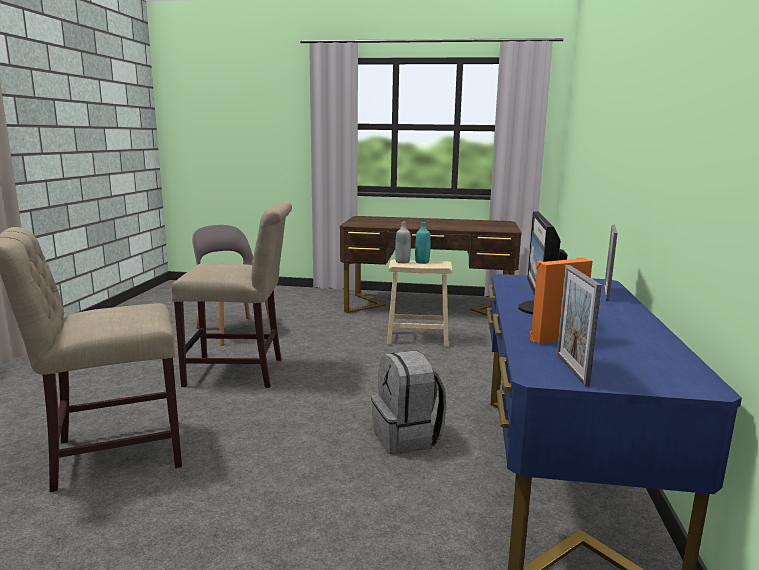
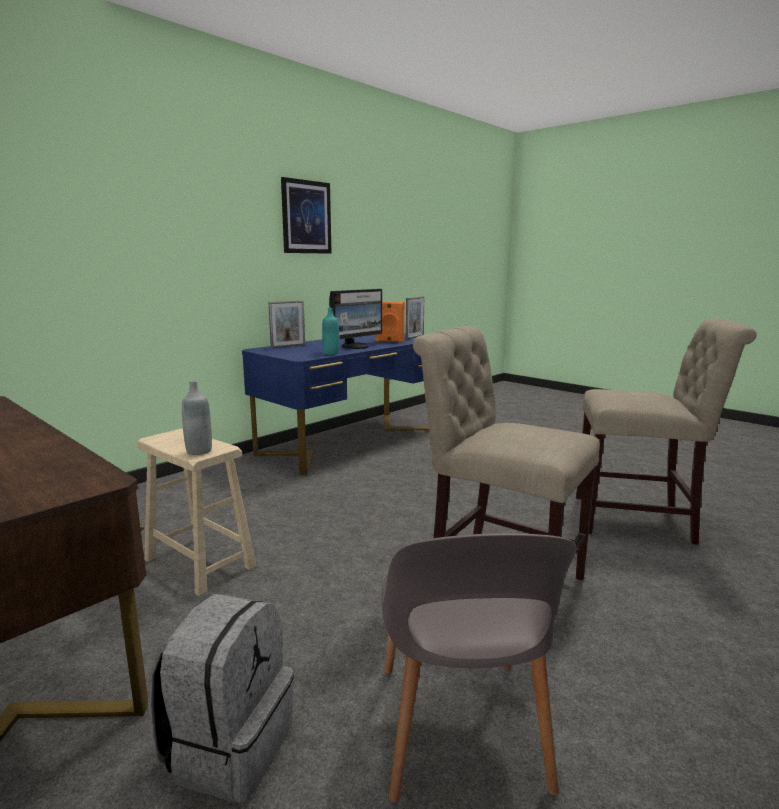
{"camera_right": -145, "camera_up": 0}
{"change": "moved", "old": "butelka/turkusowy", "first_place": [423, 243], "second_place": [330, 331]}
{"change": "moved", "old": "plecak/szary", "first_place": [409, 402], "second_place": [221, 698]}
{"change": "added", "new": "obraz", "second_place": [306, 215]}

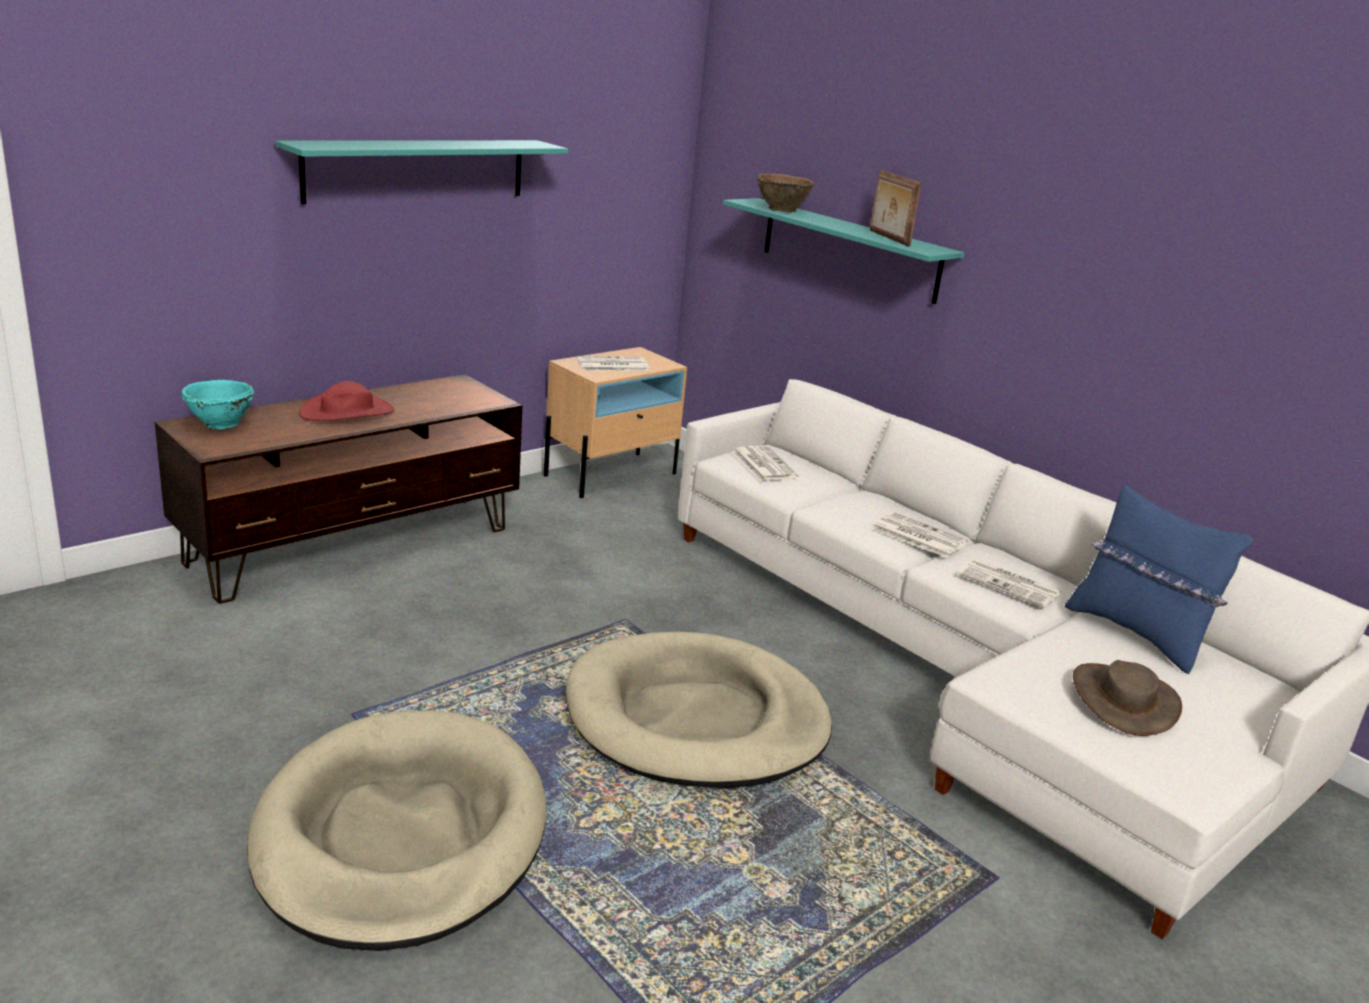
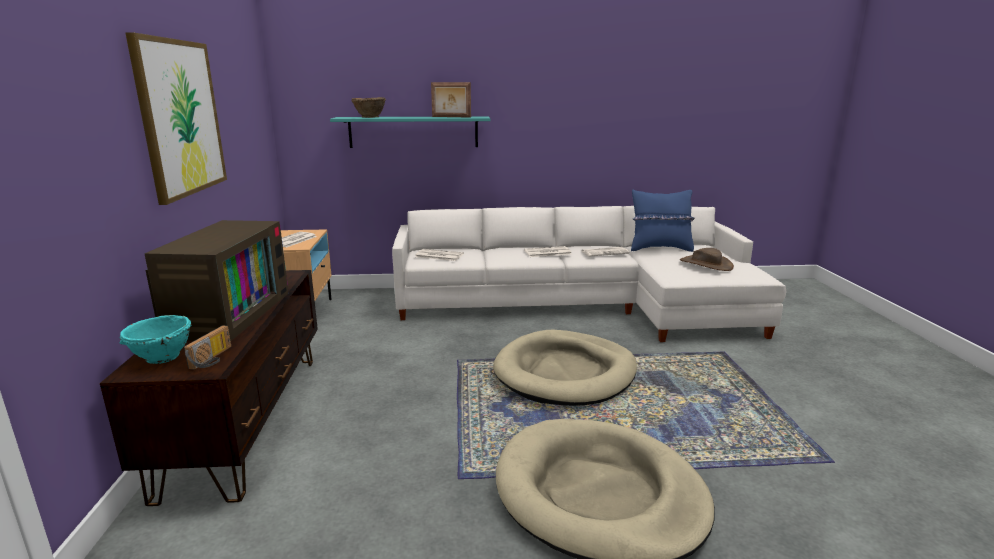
{"camera_right": -50, "camera_up": -5}
{"change": "replaced", "old": "półka/turkusowy", "new": "obraz", "first_place": [421, 172], "second_place": [176, 118]}
{"change": "replaced", "old": "kapelusz/czerwony", "new": "telewizor", "first_place": [347, 401], "second_place": [216, 280]}
{"change": "added", "new": "radio", "second_place": [207, 347]}

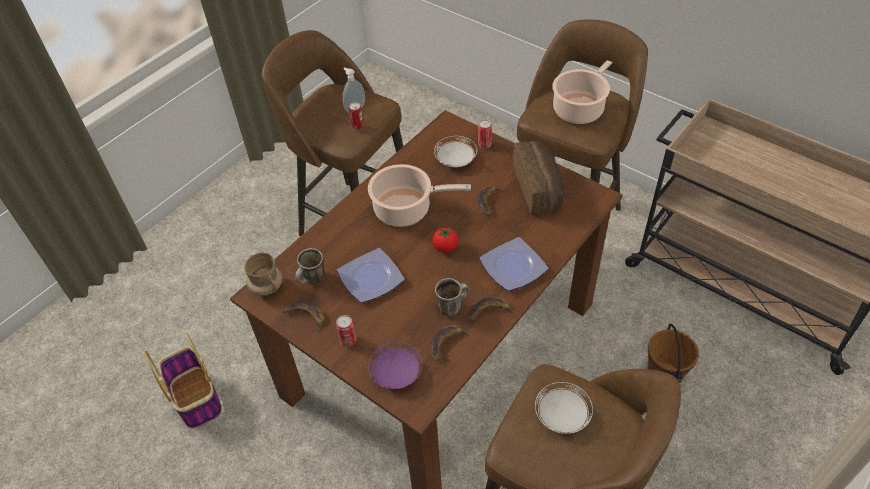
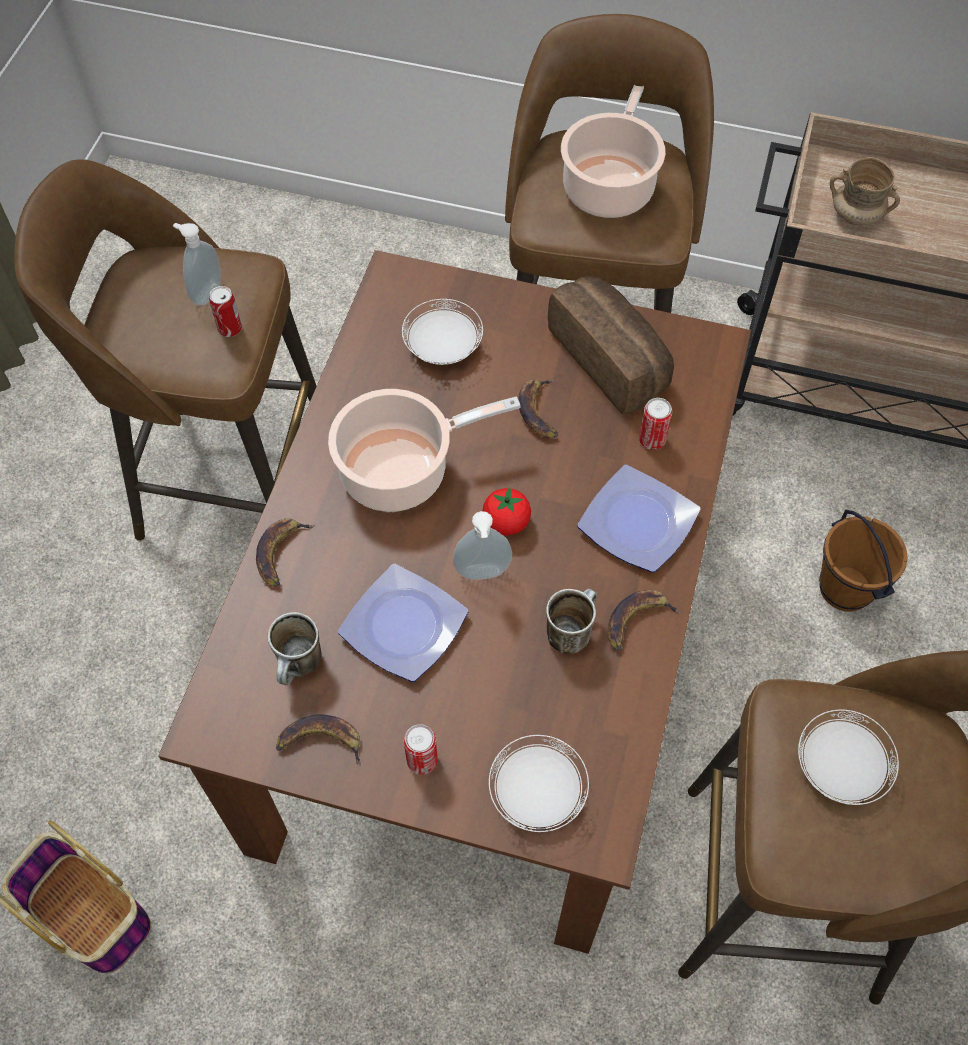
{"camera_right": -25, "camera_up": 10}
{"change": "moved", "old": "puszka", "first_place": [485, 134], "second_place": [655, 424]}
{"change": "moved", "old": "kubek/beżowy", "first_place": [263, 273], "second_place": [865, 191]}
{"change": "moved", "old": "banan", "first_place": [450, 343], "second_place": [285, 552]}
{"change": "recoloured", "old": "talerz/fioletowy", "new": "talerz/biały", "first_place": [395, 365], "second_place": [539, 783]}
{"change": "added", "new": "dozownik mydła", "second_place": [482, 545]}

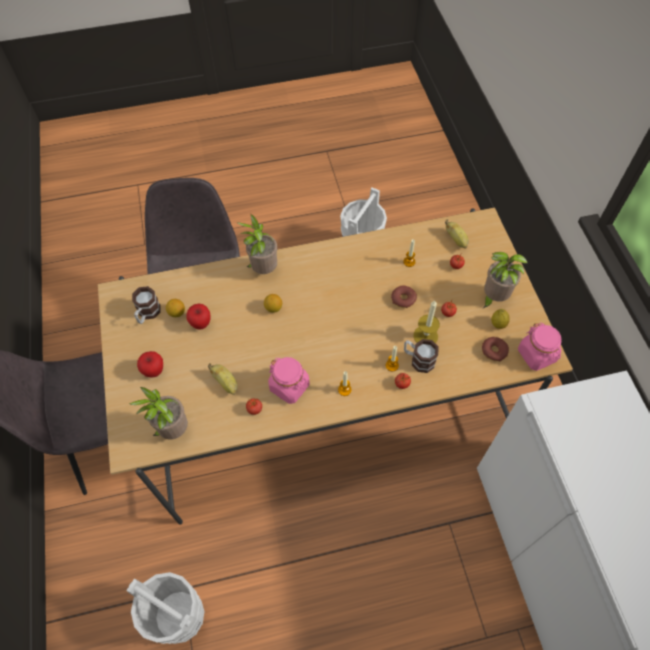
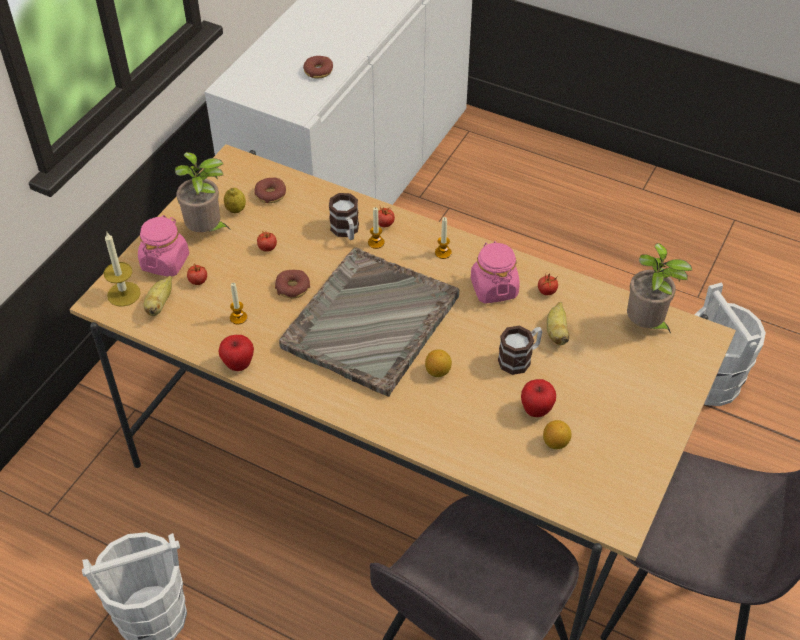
{"camera_right": -140, "camera_up": -10}
{"change": "removed", "old": "roślina doniczkowa", "first_place": [257, 244]}
{"change": "moved", "old": "kubek", "first_place": [146, 305], "second_place": [520, 350]}
{"change": "moved", "old": "świeca", "first_place": [426, 322], "second_place": [122, 269]}
{"change": "moved", "old": "słoik/różowy", "first_place": [539, 346], "second_place": [163, 245]}
{"change": "moved", "old": "jabłko", "first_place": [150, 364], "second_place": [236, 353]}
{"change": "added", "new": "donut", "second_place": [318, 67]}
{"change": "added", "new": "taca/szary", "second_place": [369, 322]}

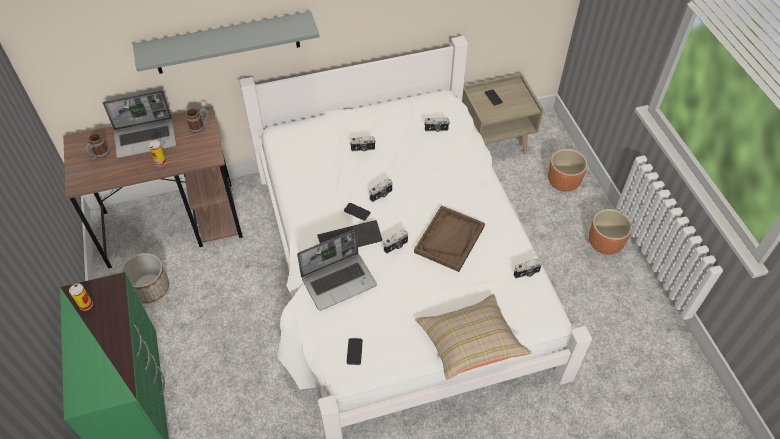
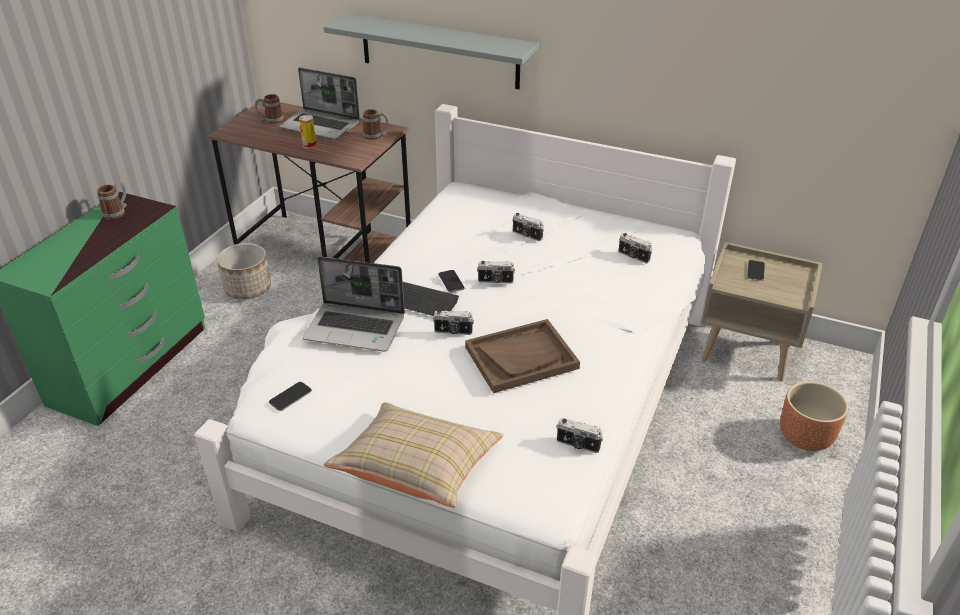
{"camera_right": 40, "camera_up": -15}
{"change": "removed", "old": "donica/brązowy", "first_place": [610, 232]}
{"change": "replaced", "old": "puszka", "new": "kubek", "first_place": [81, 297], "second_place": [112, 200]}

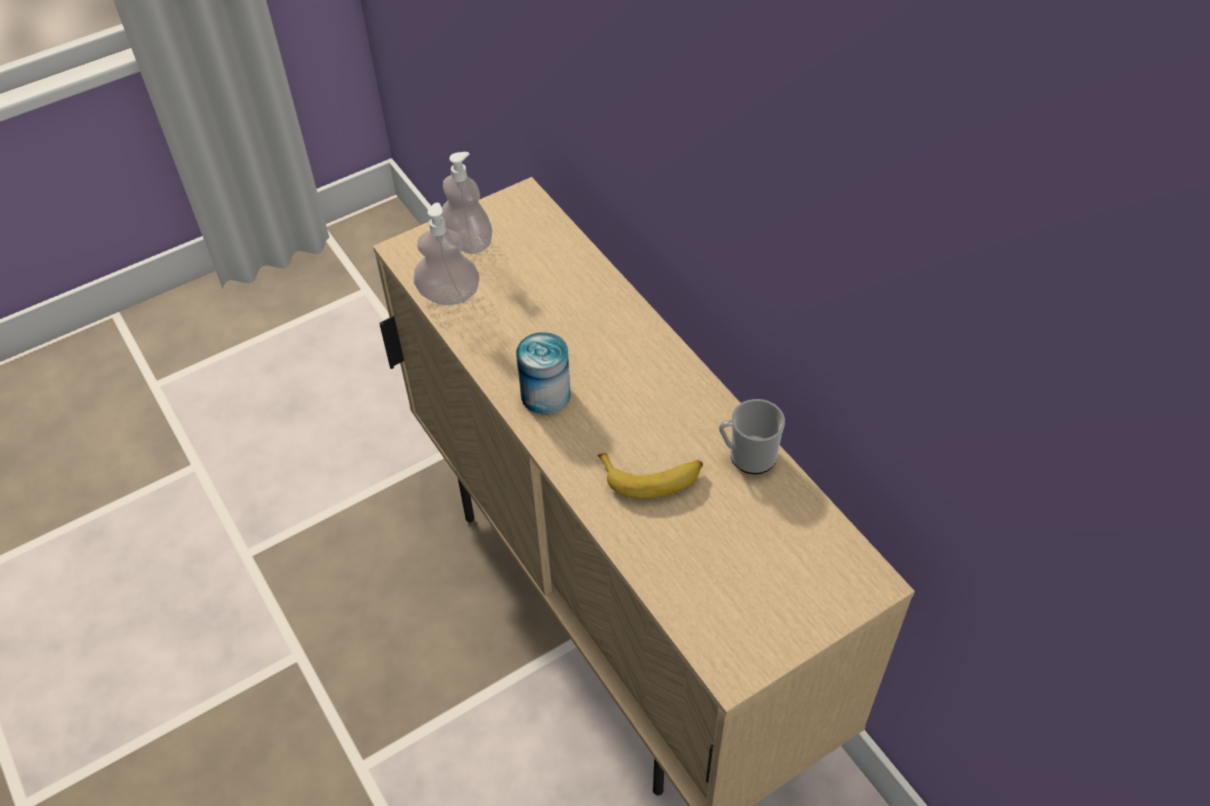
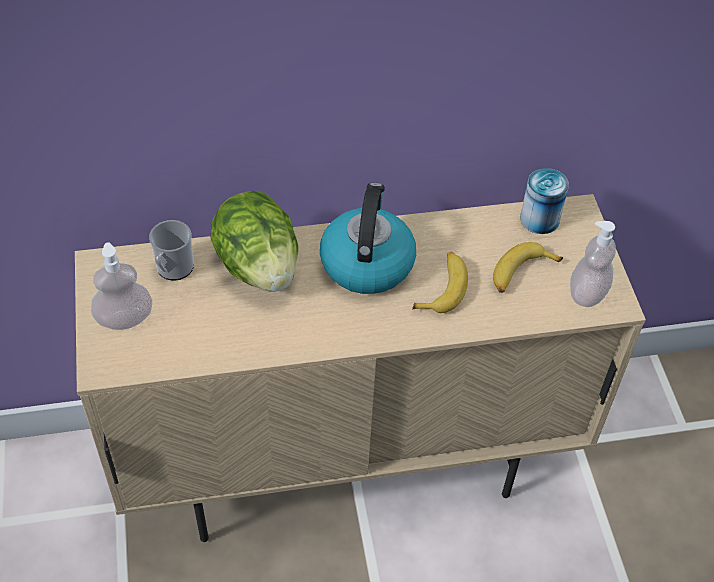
{"camera_right": -70, "camera_up": 0}
{"change": "moved", "old": "dozownik mydła", "first_place": [446, 254], "second_place": [593, 264]}
{"change": "moved", "old": "puszka", "first_place": [543, 373], "second_place": [544, 201]}
{"change": "moved", "old": "kubek", "first_place": [752, 436], "second_place": [171, 250]}
{"change": "added", "new": "czajnik", "second_place": [368, 238]}
{"change": "added", "new": "sałata", "second_place": [254, 241]}
{"change": "added", "new": "banan", "second_place": [528, 267]}

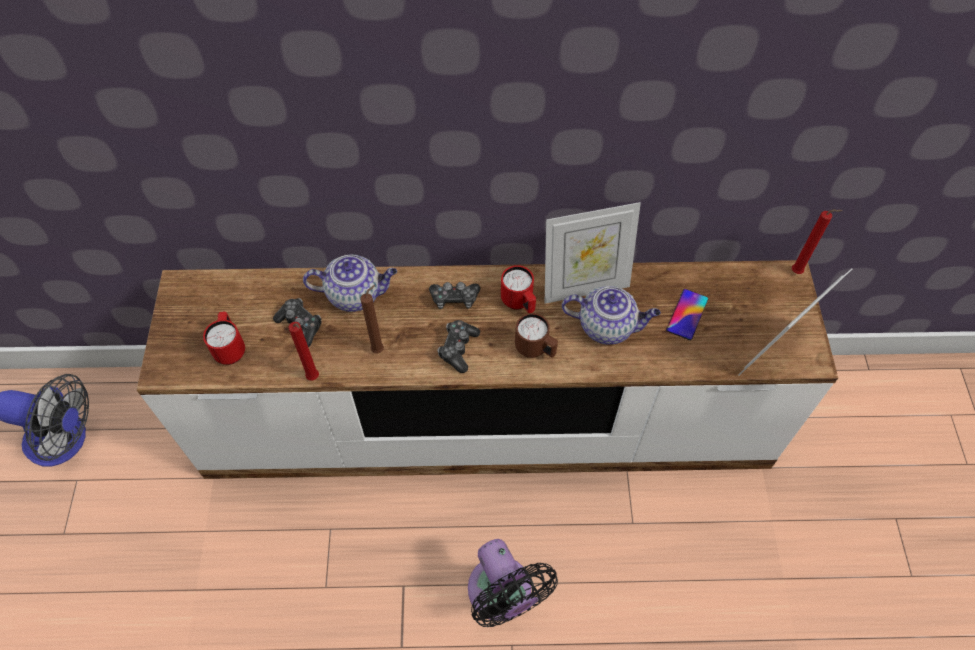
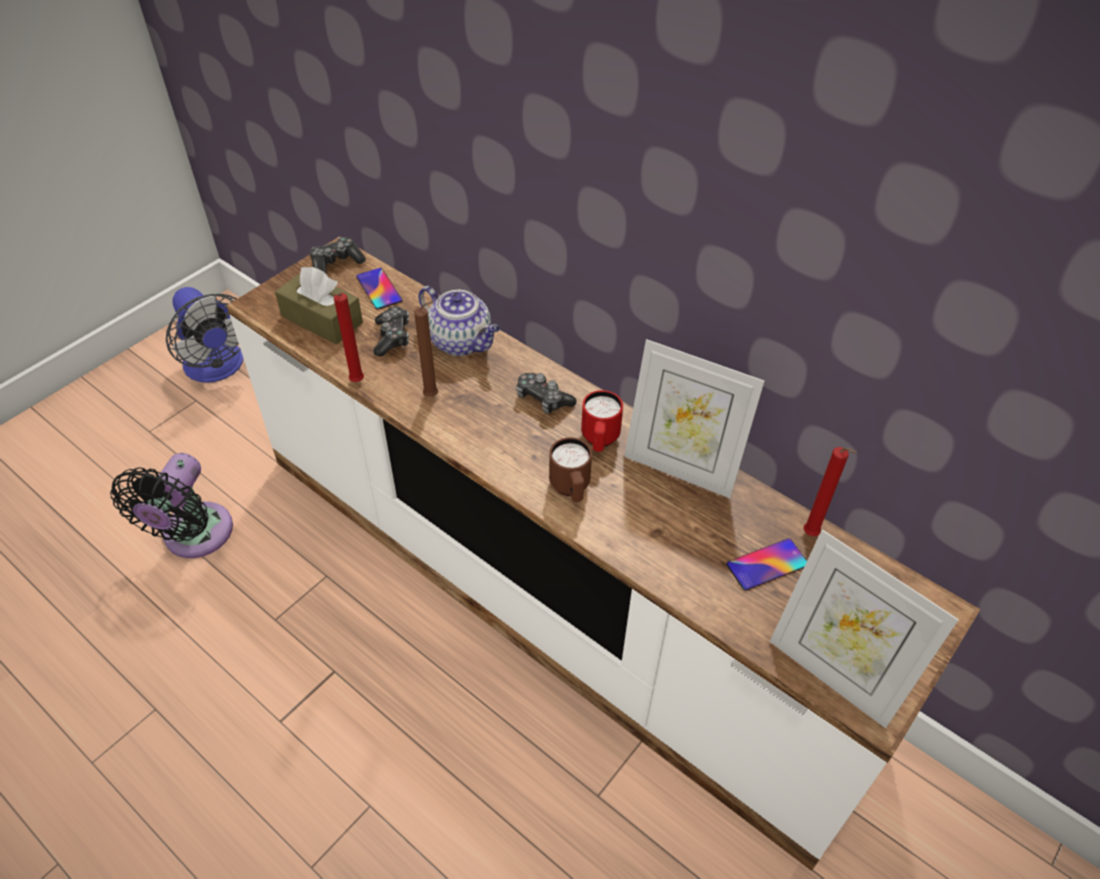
{"camera_right": 40, "camera_up": -10}
{"change": "moved", "old": "świeca/czerwony", "first_place": [817, 241], "second_place": [830, 491]}
{"change": "turned", "old": "ramka na zdjęcie", "first_place": [795, 322], "second_place": [864, 628], "degrees": -135}
{"change": "removed", "old": "imbryk", "first_place": [611, 315]}
{"change": "replaced", "old": "kubek/czerwony", "new": "pudełko chusteczek/brązowy", "first_place": [224, 338], "second_place": [319, 305]}
{"change": "moved", "old": "pad do gier", "first_place": [459, 346], "second_place": [338, 255]}
{"change": "moved", "old": "wentylator/czarny", "first_place": [513, 583], "second_place": [171, 505]}
{"change": "added", "new": "telefon", "second_place": [379, 288]}

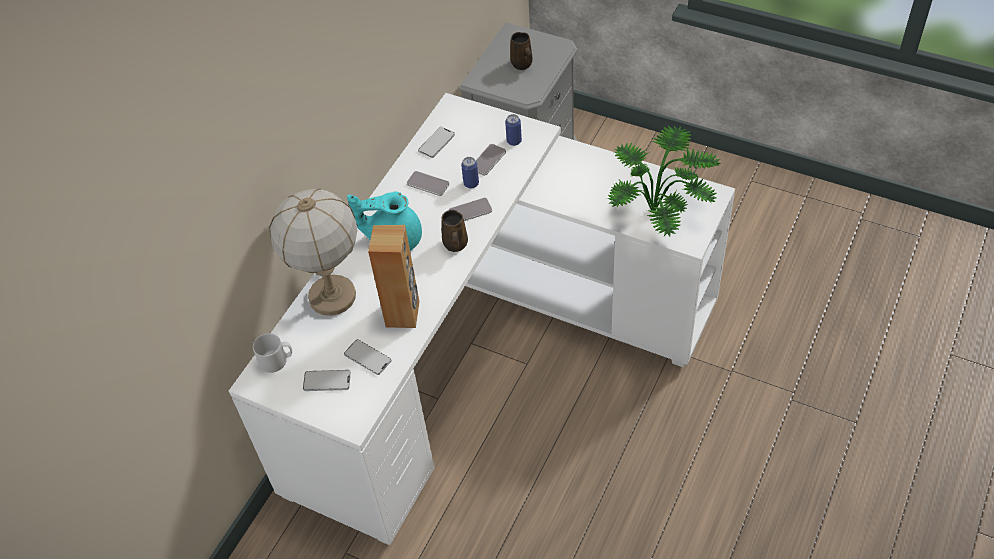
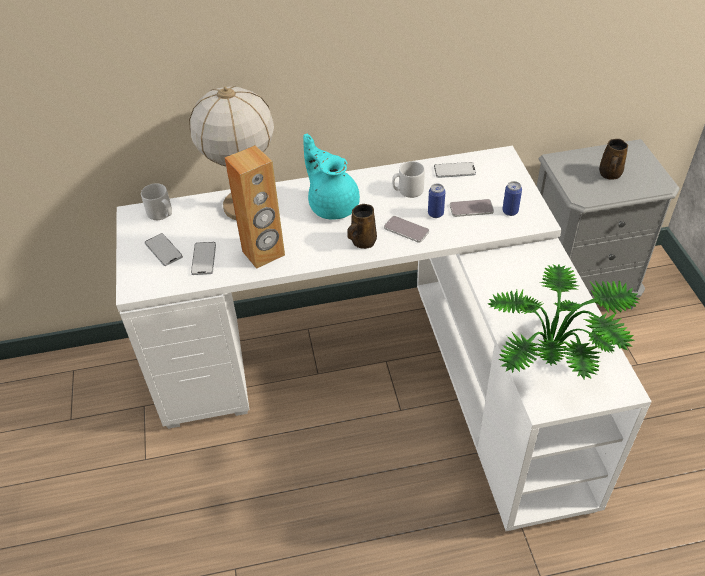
{"camera_right": 50, "camera_up": -5}
{"change": "replaced", "old": "telefon", "new": "kubek/szary", "first_place": [428, 183], "second_place": [408, 179]}

